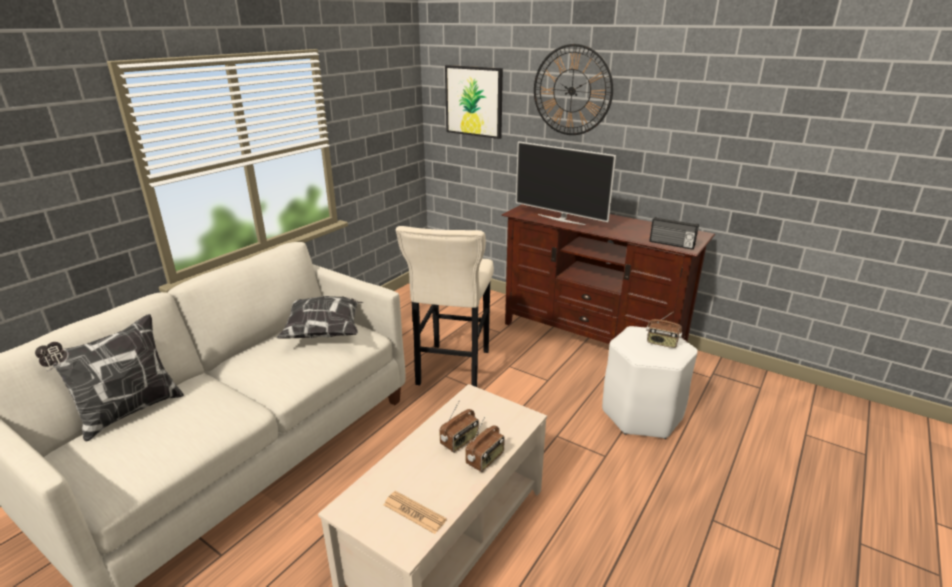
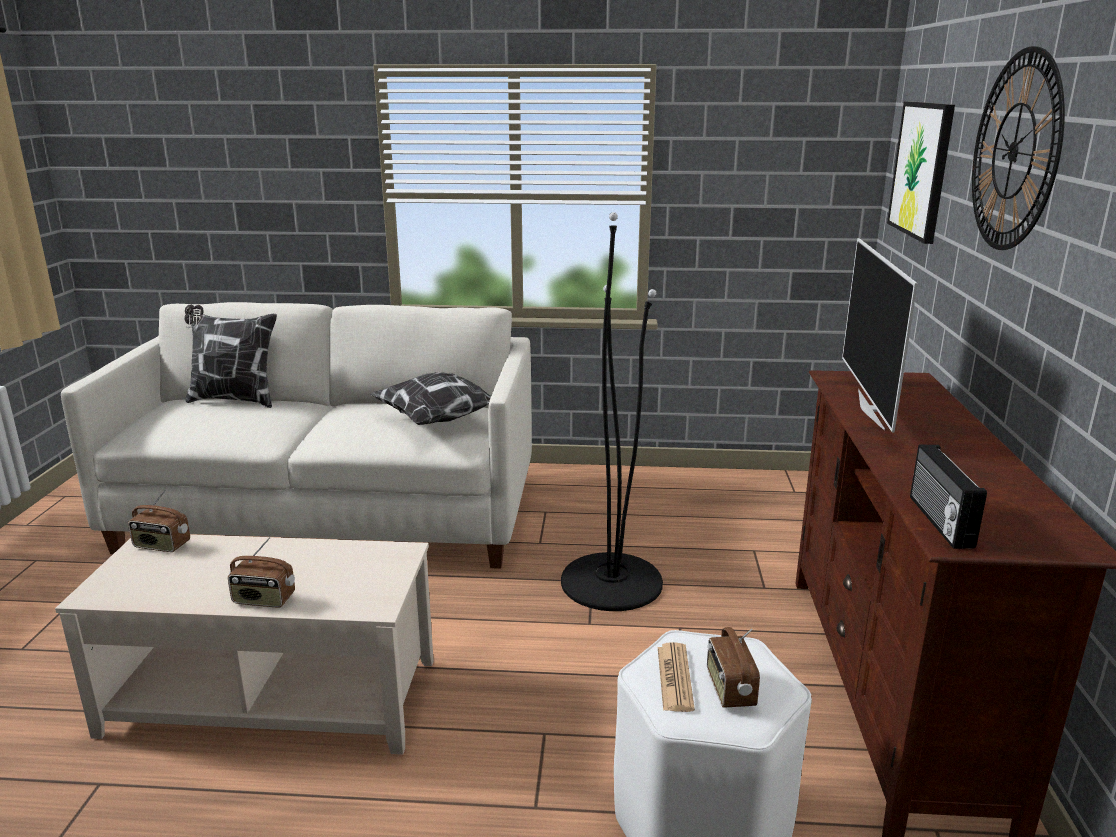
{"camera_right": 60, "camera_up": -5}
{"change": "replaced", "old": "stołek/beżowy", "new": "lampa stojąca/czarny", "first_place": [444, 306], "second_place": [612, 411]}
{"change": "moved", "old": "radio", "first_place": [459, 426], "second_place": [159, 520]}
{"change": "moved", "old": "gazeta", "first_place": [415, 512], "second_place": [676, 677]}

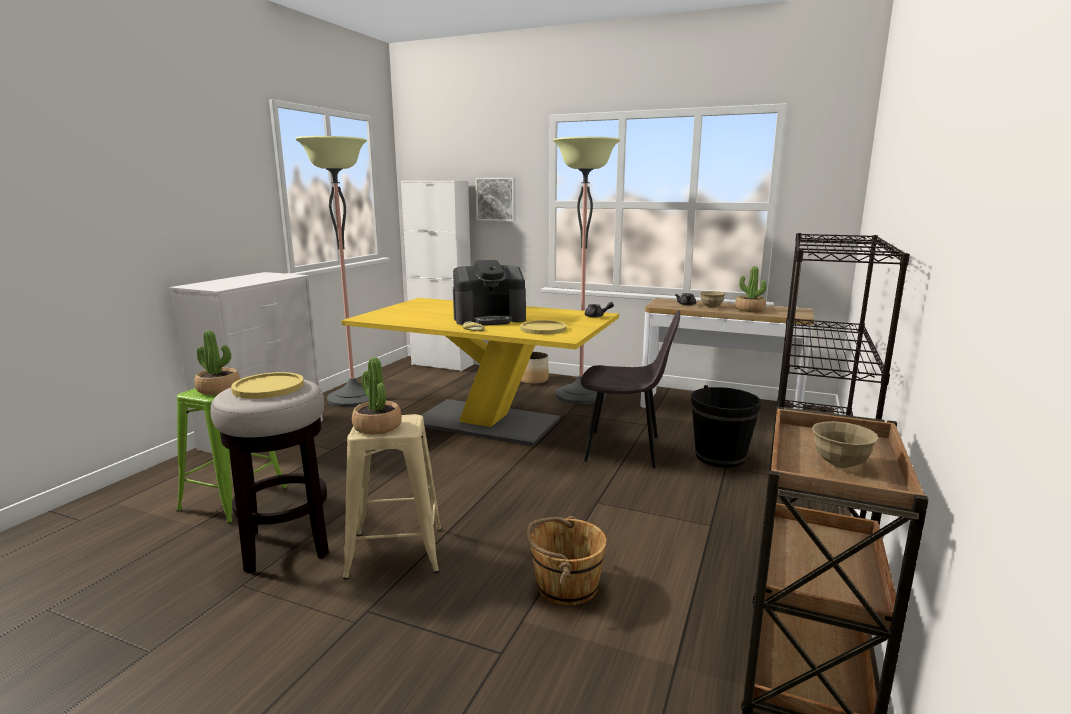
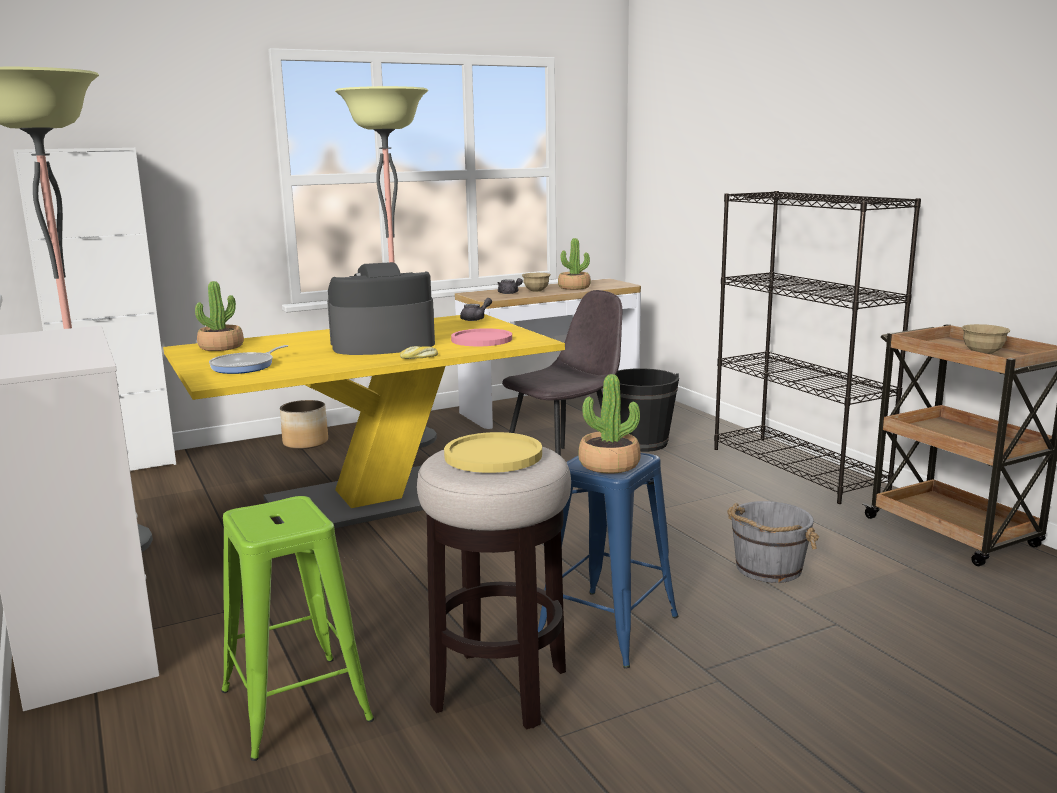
{"camera_right": -50, "camera_up": 0}
{"change": "removed", "old": "obraz", "first_place": [495, 199]}
{"change": "turned", "old": "ekspres do kawy", "first_place": [489, 292], "second_place": [381, 308], "degrees": -135}
{"change": "recoloured", "old": "talerz/żółty", "new": "talerz/różowy", "first_place": [543, 327], "second_place": [481, 337]}
{"change": "moved", "old": "roślina doniczkowa", "first_place": [217, 362], "second_place": [219, 316]}
{"change": "recoloured", "old": "stołek/beżowy", "new": "stołek/niebieski", "first_place": [392, 496], "second_place": [608, 560]}
{"change": "recoloured", "old": "wiadro/brązowy", "new": "wiadro/szary", "first_place": [566, 561], "second_place": [773, 542]}
{"change": "added", "new": "patelnia", "second_place": [248, 359]}

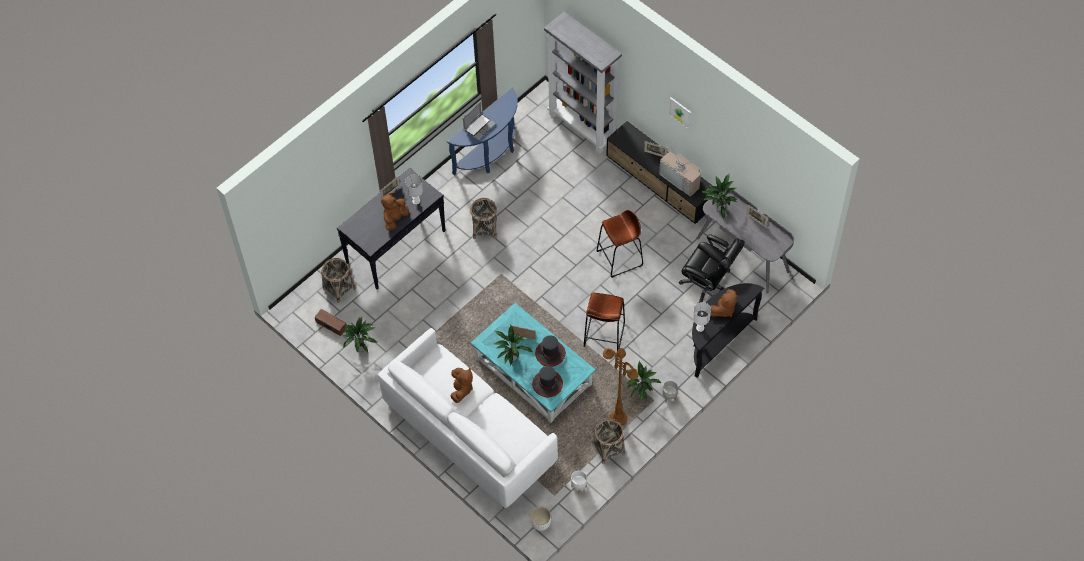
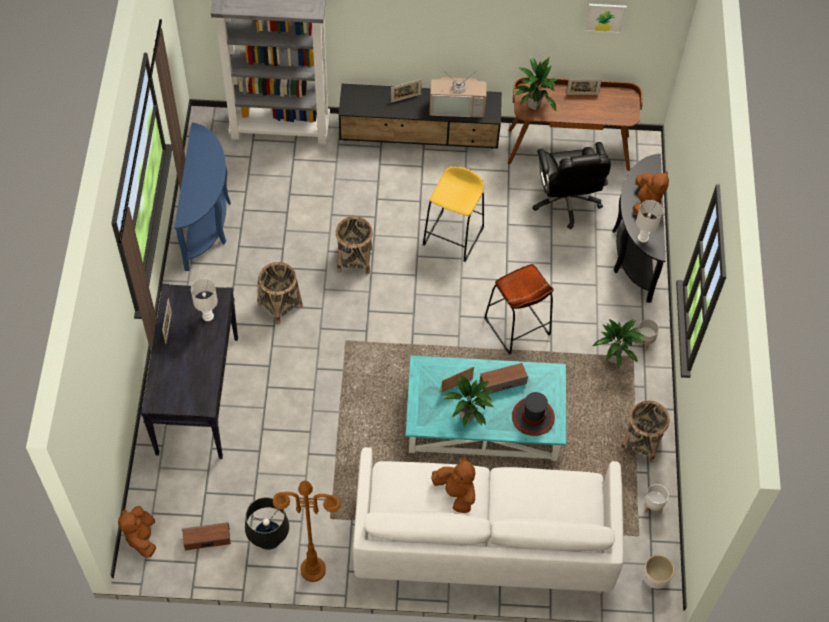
{"camera_right": -45, "camera_up": 0}
{"change": "moved", "old": "obraz", "first_place": [679, 113], "second_place": [605, 18]}
{"change": "removed", "old": "laptop", "first_place": [479, 121]}
{"change": "recoloured", "old": "biurko/szary", "new": "biurko/brązowy", "first_place": [745, 240], "second_place": [575, 124]}
{"change": "moved", "old": "pluszak/brązowy", "first_place": [395, 212], "second_place": [137, 532]}
{"change": "recoloured", "old": "stołek/brązowy", "new": "stołek/żółty", "first_place": [620, 244], "second_place": [453, 214]}
{"change": "turned", "old": "krzesło biurowe/czarny", "first_place": [712, 268], "second_place": [572, 185], "degrees": 90}
{"change": "moved", "old": "koszyk", "first_place": [338, 280], "second_place": [354, 245]}
{"change": "replaced", "old": "roślina doniczkowa", "new": "lampa stołowa/czarny", "first_place": [360, 334], "second_place": [267, 523]}
{"change": "replaced", "old": "kapelusz", "new": "głośnik", "first_place": [550, 351], "second_place": [504, 378]}
{"change": "moved", "old": "lampa stojąca/brązowy", "first_place": [621, 386], "second_place": [307, 531]}

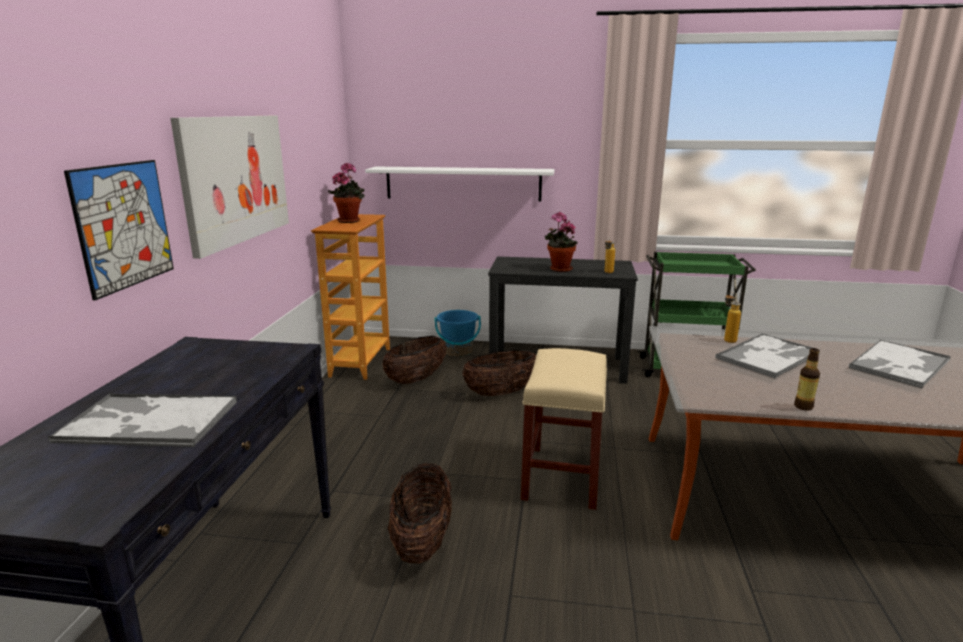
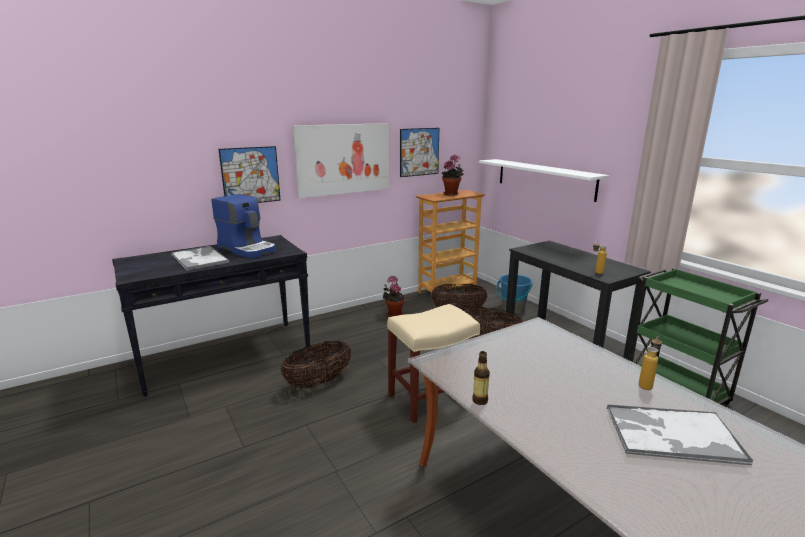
{"camera_right": 50, "camera_up": 0}
{"change": "moved", "old": "roślina doniczkowa", "first_place": [561, 242], "second_place": [394, 296]}
{"change": "moved", "old": "butelka", "first_place": [732, 317], "second_place": [650, 363]}
{"change": "removed", "old": "taca", "first_place": [768, 356]}
{"change": "added", "new": "obraz", "second_place": [419, 152]}
{"change": "added", "new": "ekspres do kawy", "second_place": [243, 226]}

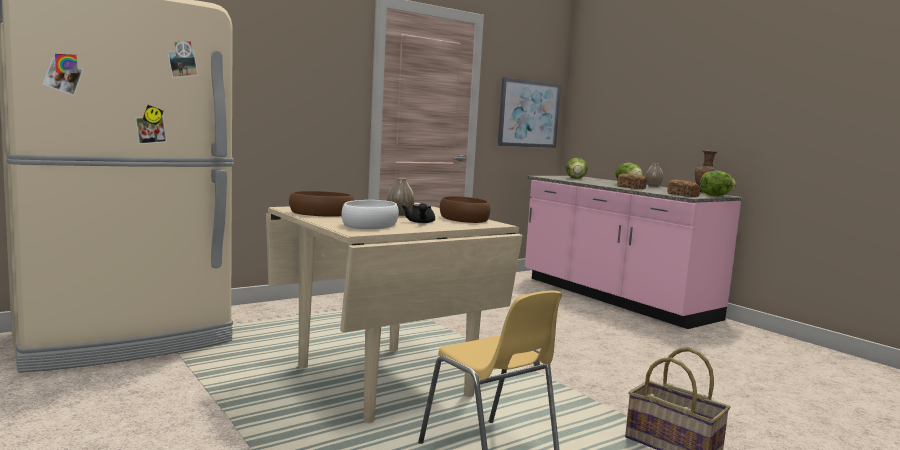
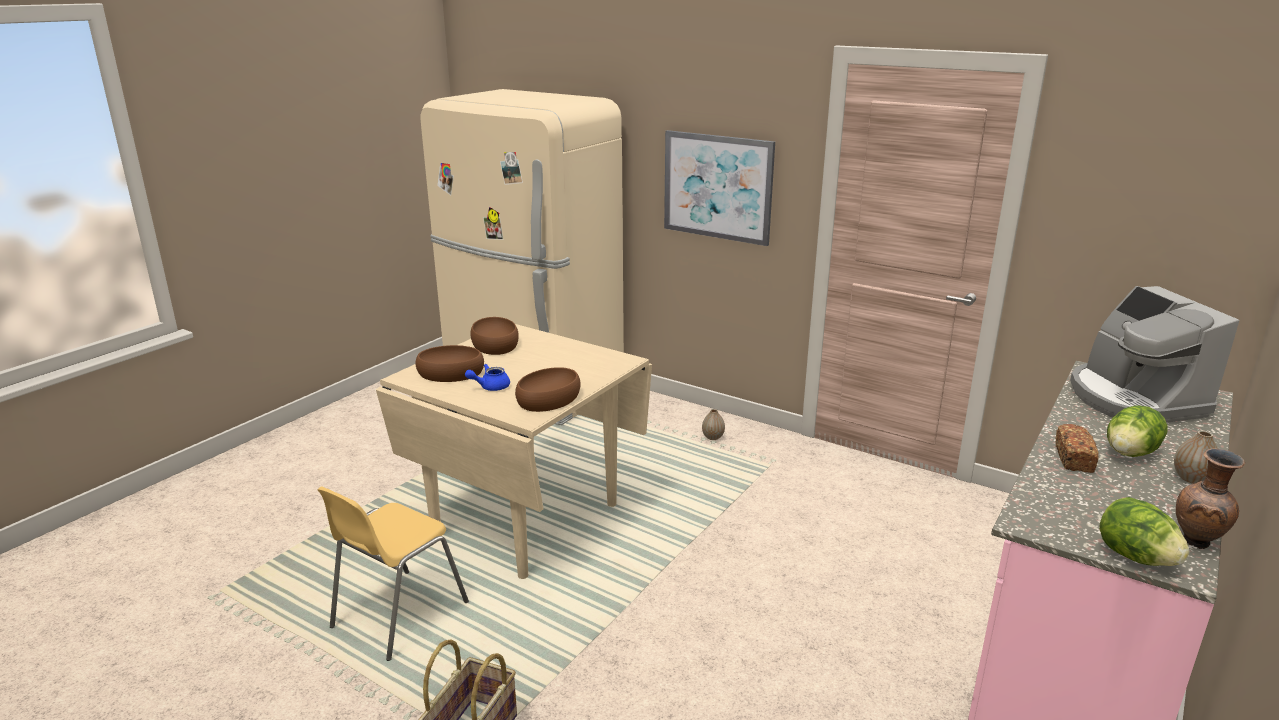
{"camera_right": 70, "camera_up": 15}
{"change": "moved", "old": "obraz", "first_place": [529, 112], "second_place": [719, 188]}
{"change": "replaced", "old": "sałata", "new": "ekspres do kawy", "first_place": [577, 168], "second_place": [1154, 354]}
{"change": "moved", "old": "wazon", "first_place": [401, 197], "second_place": [713, 424]}
{"change": "removed", "old": "chleb", "first_place": [683, 188]}
{"change": "recoloured", "old": "miska/biały", "new": "miska/brązowy", "first_place": [370, 214], "second_place": [450, 363]}
{"change": "recoloured", "old": "imbryk/czarny", "new": "imbryk/niebieski", "first_place": [418, 213], "second_place": [487, 377]}

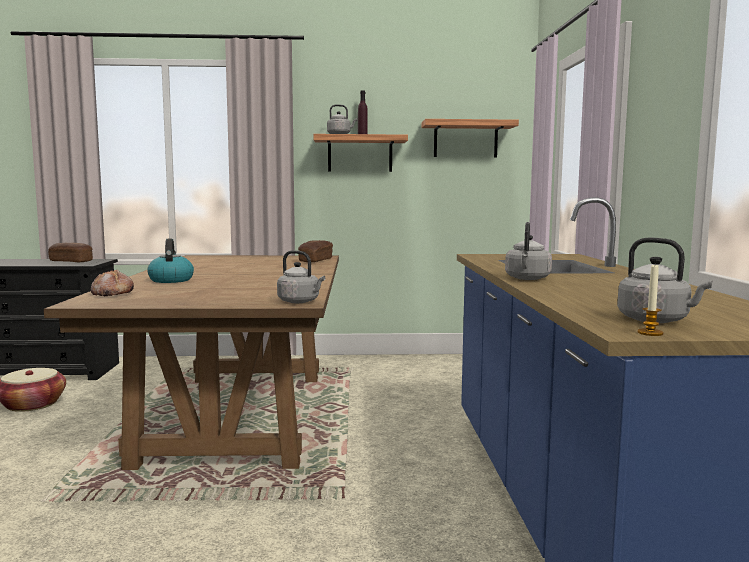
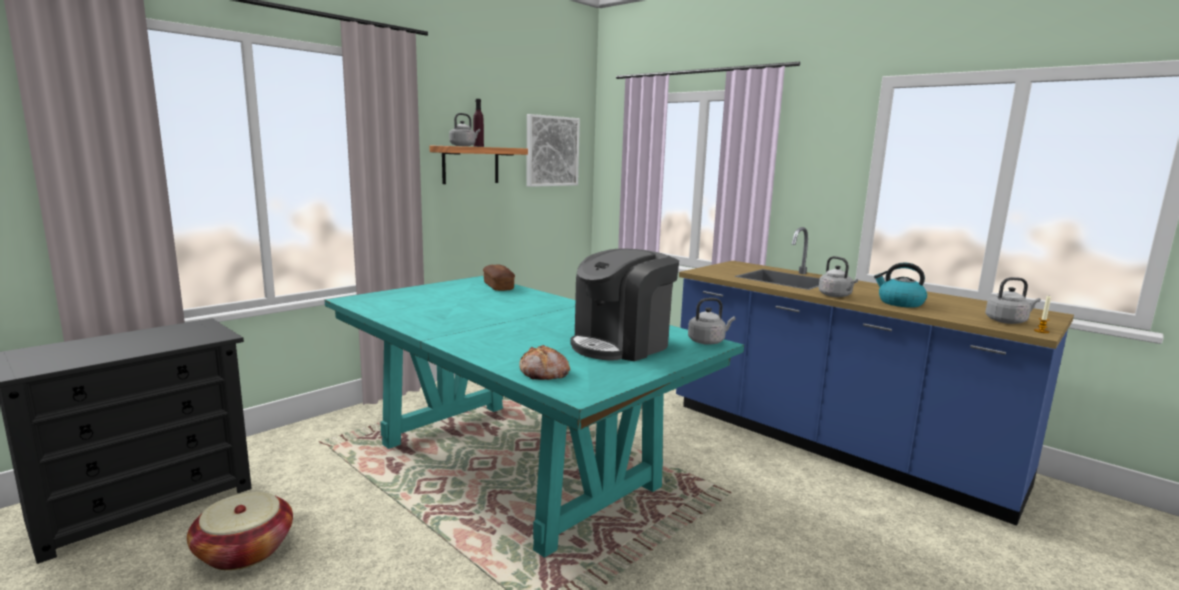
{"camera_right": -45, "camera_up": 5}
{"change": "replaced", "old": "półka", "new": "obraz", "first_place": [470, 138], "second_place": [553, 150]}
{"change": "moved", "old": "czajnik", "first_place": [170, 261], "second_place": [900, 285]}
{"change": "removed", "old": "chleb", "first_place": [70, 252]}
{"change": "recoloured", "old": "stół jadalny/brązowy", "new": "stół jadalny/turkusowy", "first_place": [191, 362], "second_place": [534, 417]}
{"change": "added", "new": "ekspres do kawy", "second_place": [624, 304]}

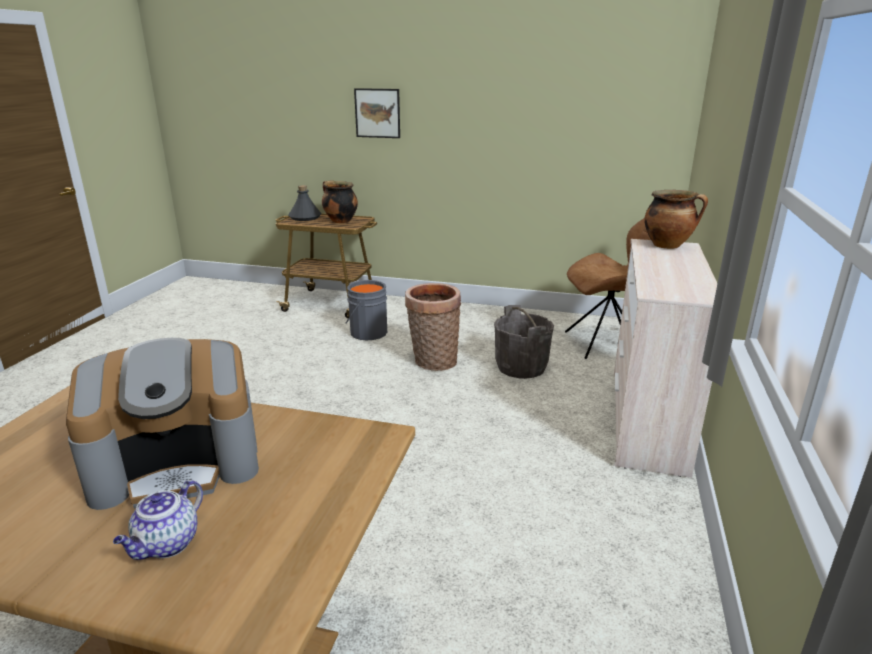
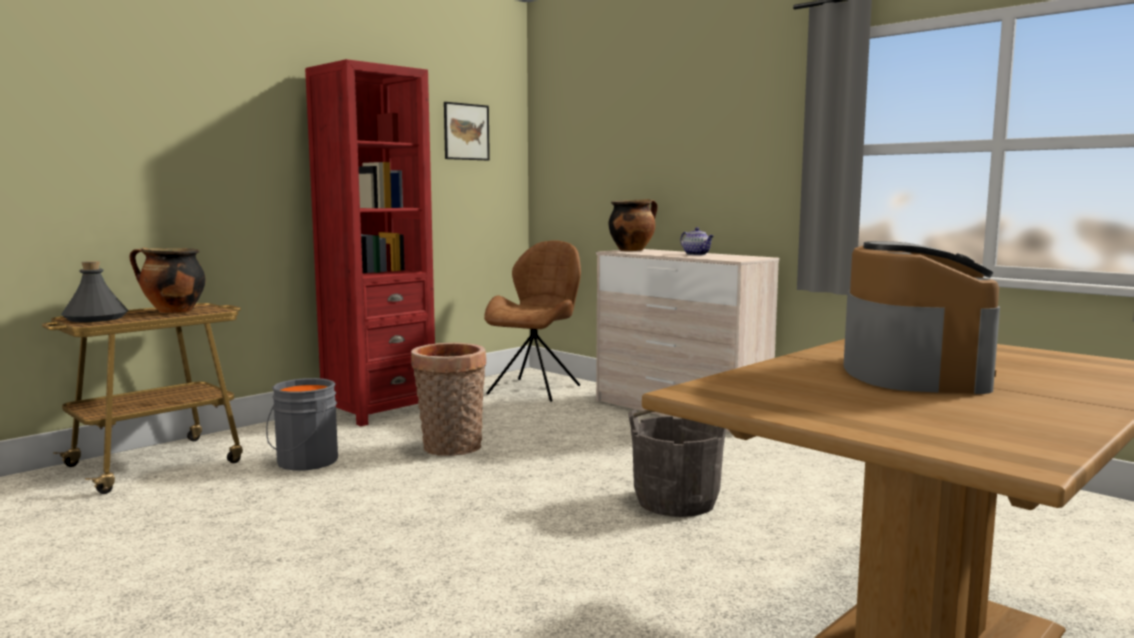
{"camera_right": -60, "camera_up": -15}
{"change": "moved", "old": "obraz", "first_place": [377, 113], "second_place": [467, 131]}
{"change": "moved", "old": "wiadro/szary", "first_place": [524, 342], "second_place": [677, 463]}
{"change": "moved", "old": "imbryk", "first_place": [158, 520], "second_place": [697, 241]}
{"change": "added", "new": "regał/czerwony", "second_place": [370, 242]}

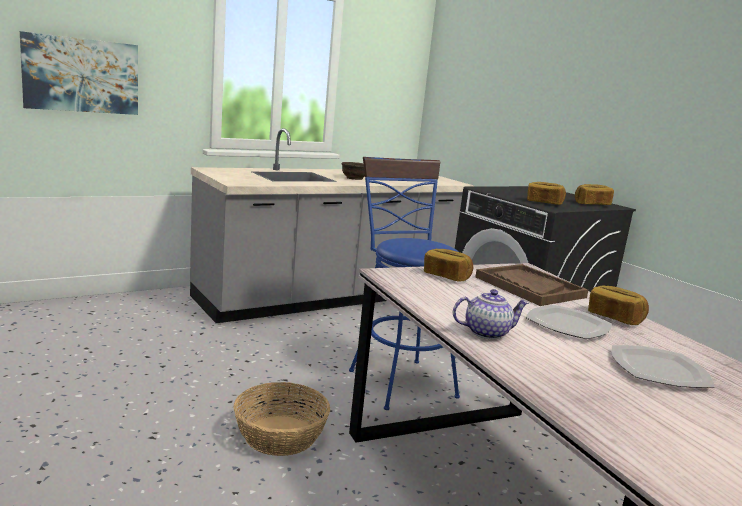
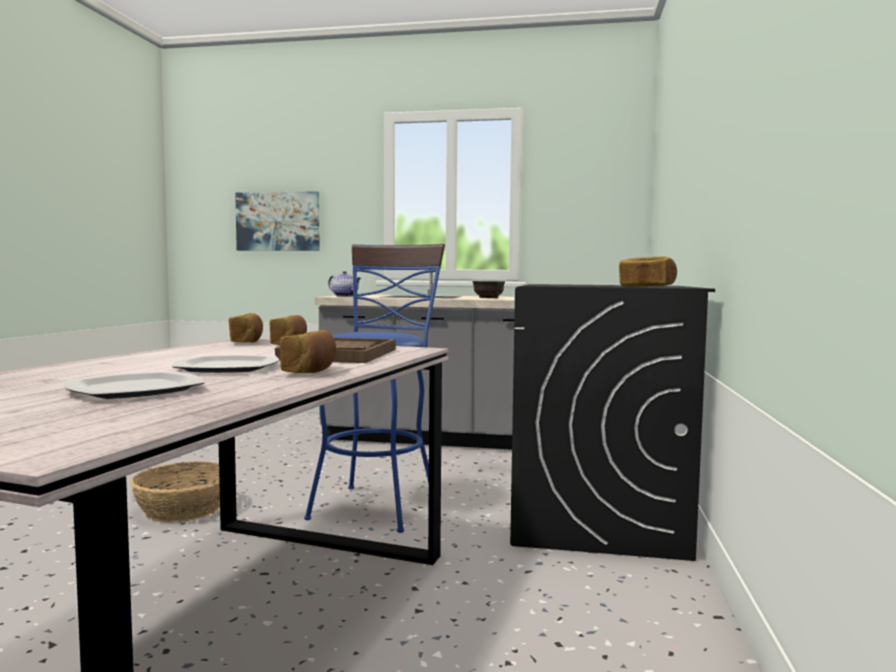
{"camera_right": 45, "camera_up": -10}
{"change": "moved", "old": "chleb", "first_place": [546, 193], "second_place": [246, 328]}
{"change": "moved", "old": "imbryk", "first_place": [491, 314], "second_place": [344, 284]}

